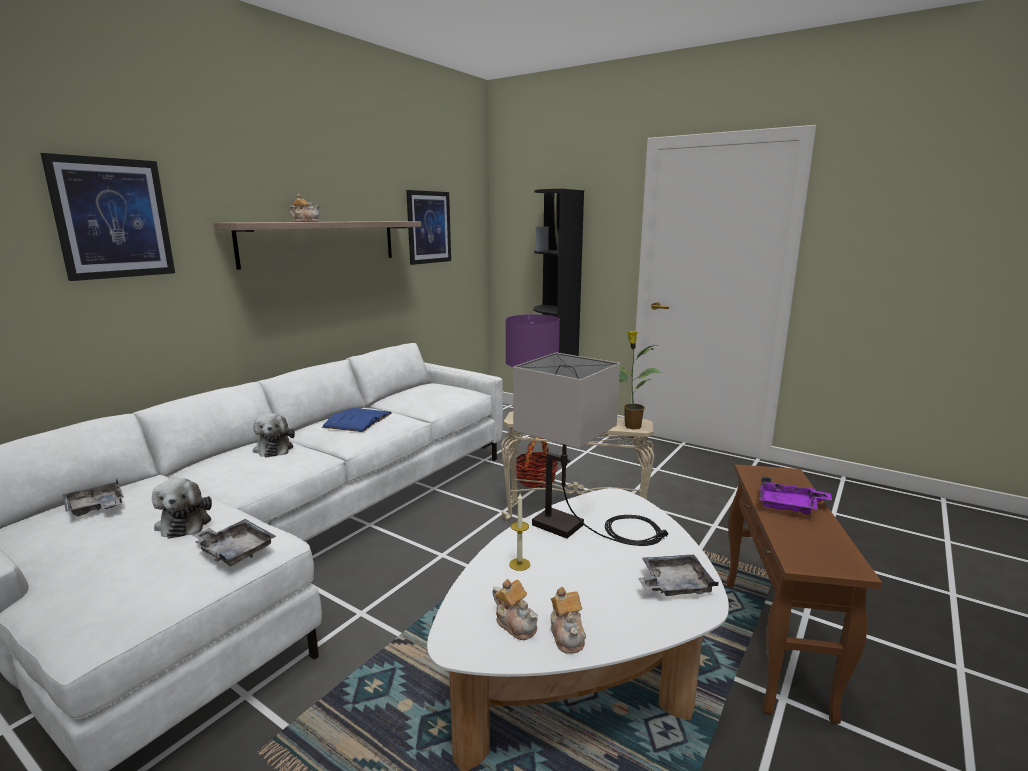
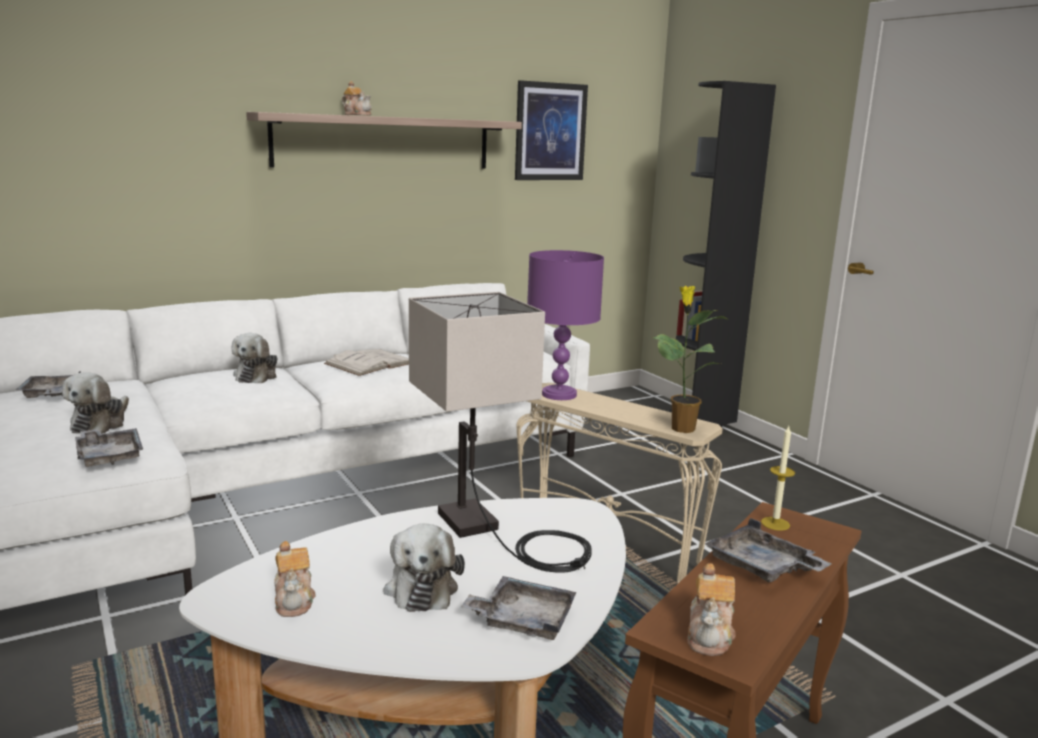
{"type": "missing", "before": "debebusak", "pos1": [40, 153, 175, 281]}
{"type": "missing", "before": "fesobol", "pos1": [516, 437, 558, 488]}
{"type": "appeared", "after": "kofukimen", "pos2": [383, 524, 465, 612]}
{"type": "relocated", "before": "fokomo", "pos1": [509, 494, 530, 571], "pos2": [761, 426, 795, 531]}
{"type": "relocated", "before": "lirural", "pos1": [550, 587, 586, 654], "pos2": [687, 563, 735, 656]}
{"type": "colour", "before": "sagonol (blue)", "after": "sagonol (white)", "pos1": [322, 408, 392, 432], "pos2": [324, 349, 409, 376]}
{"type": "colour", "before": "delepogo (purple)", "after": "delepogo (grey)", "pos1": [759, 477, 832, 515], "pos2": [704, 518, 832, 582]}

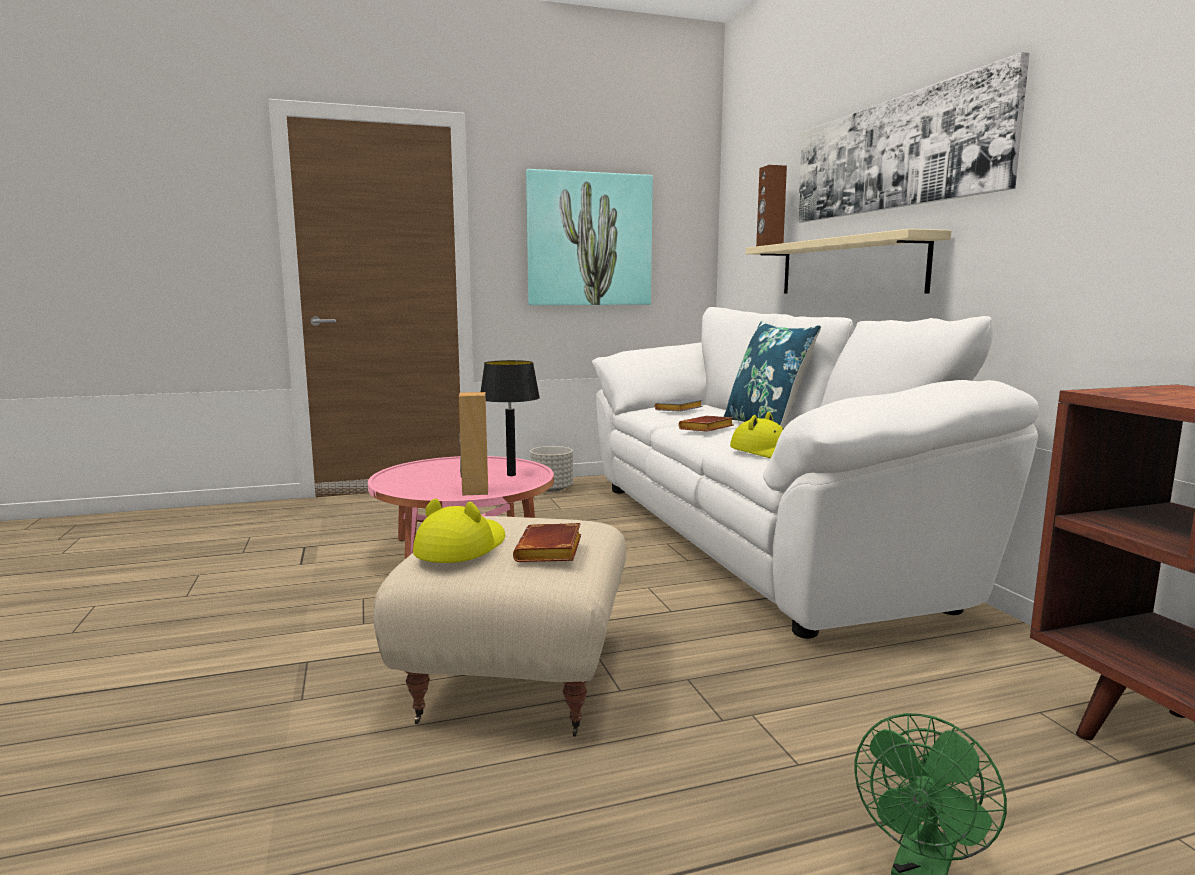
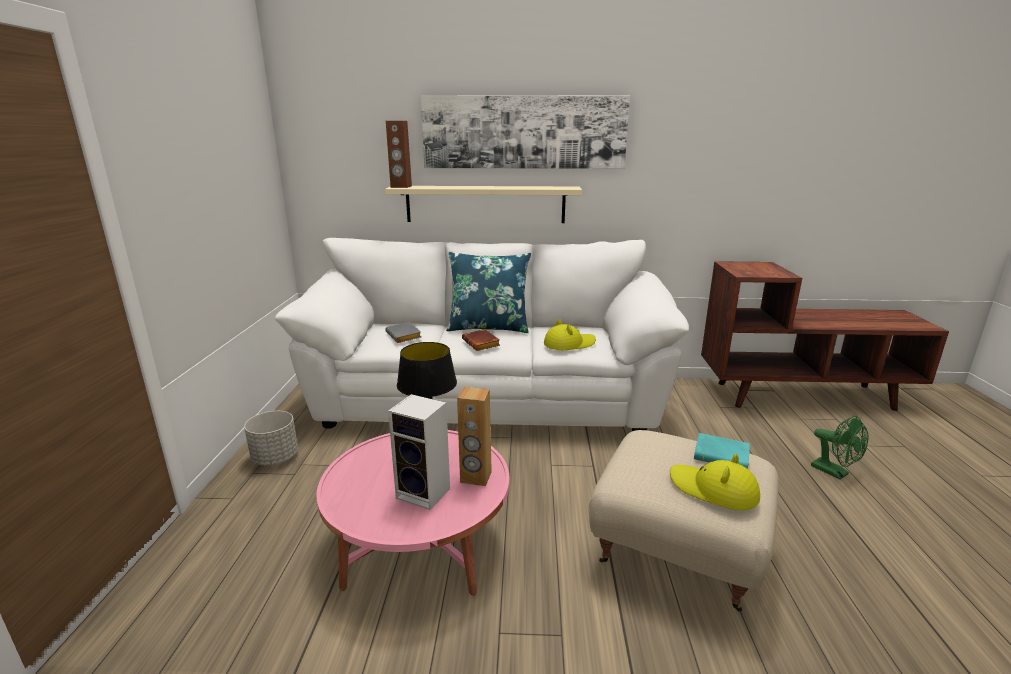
{"type": "missing", "before": "debebusak", "pos1": [526, 169, 653, 305]}
{"type": "appeared", "after": "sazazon", "pos2": [388, 394, 450, 510]}
{"type": "colour", "before": "sagonol (brown)", "after": "sagonol (turquoise)", "pos1": [513, 523, 581, 562], "pos2": [694, 433, 750, 469]}

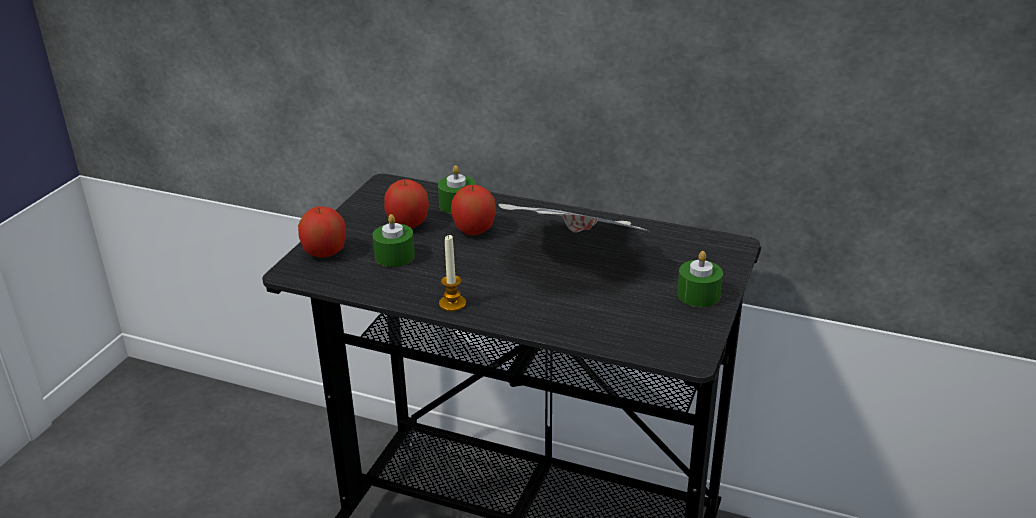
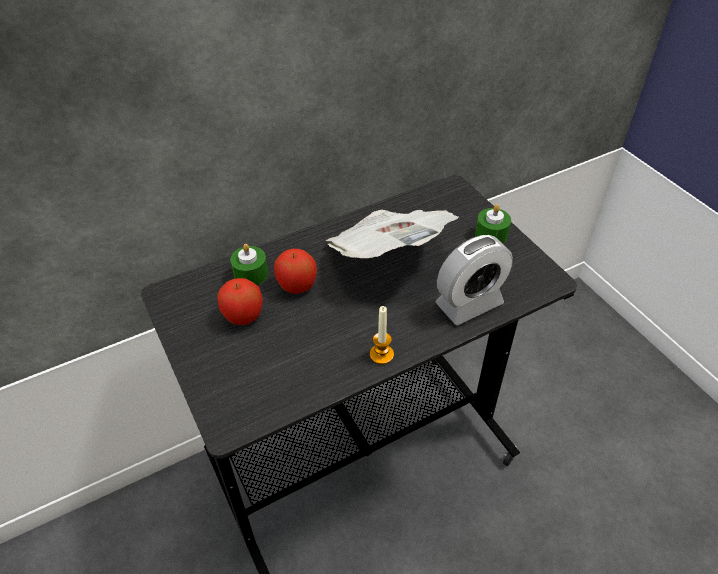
{"type": "missing", "before": "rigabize", "pos1": [298, 206, 346, 258]}
{"type": "missing", "before": "fokomo (green)", "pos1": [373, 214, 415, 267]}
{"type": "appeared", "after": "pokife", "pos2": [435, 235, 513, 325]}

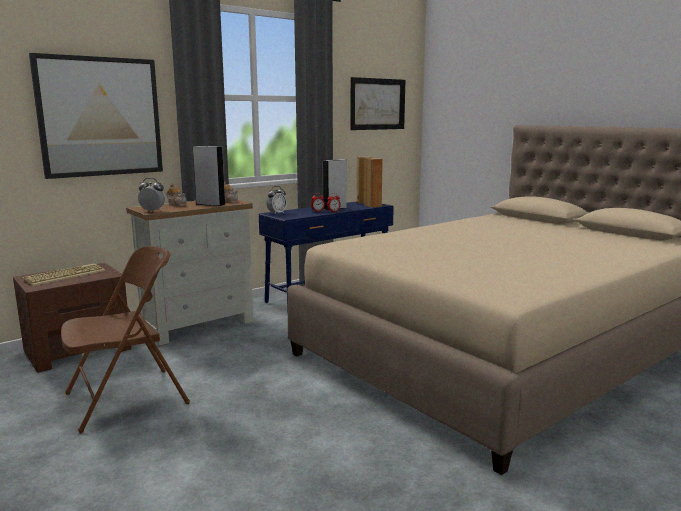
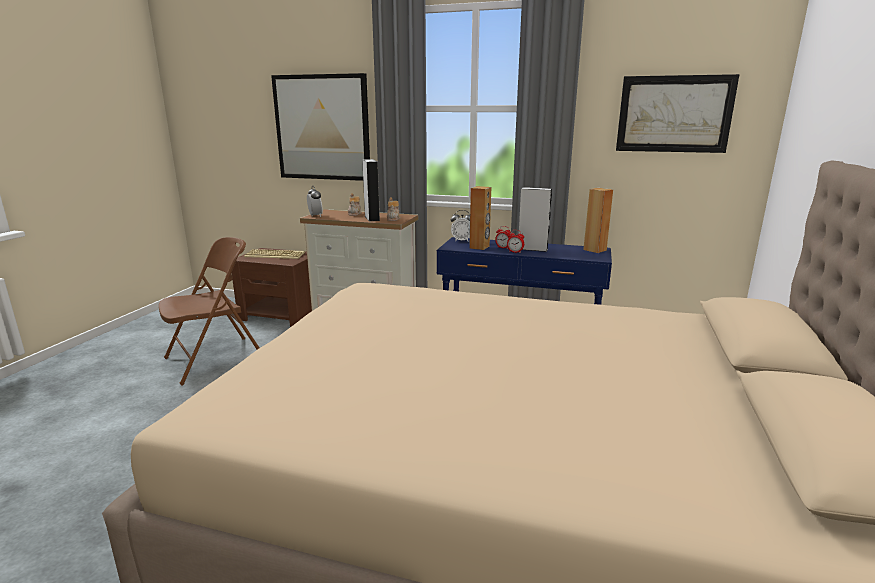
{"type": "relocated", "before": "sazazon (brown)", "pos1": [365, 158, 383, 207], "pos2": [469, 186, 491, 250]}
{"type": "spun", "before": "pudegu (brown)", "pos1": [61, 246, 190, 434], "pos2": [159, 237, 259, 386], "turn": -60}

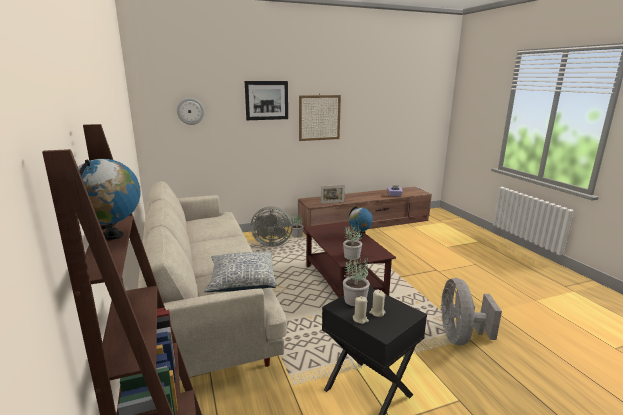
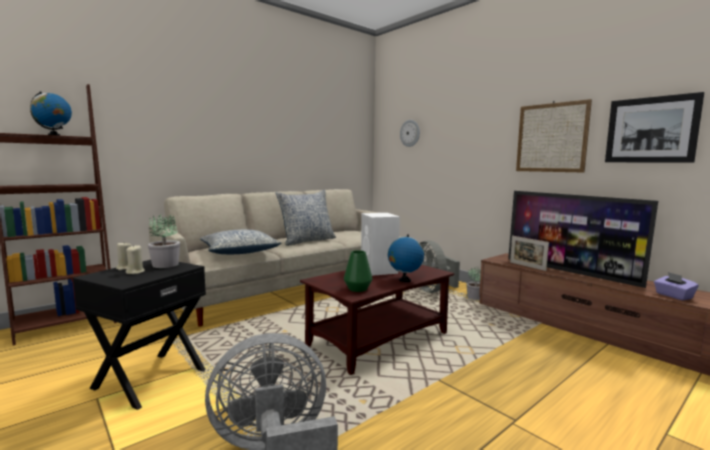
{"type": "missing", "before": "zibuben", "pos1": [343, 223, 362, 260]}
{"type": "appeared", "after": "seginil", "pos2": [275, 190, 336, 246]}
{"type": "appeared", "after": "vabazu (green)", "pos2": [344, 250, 373, 292]}
{"type": "appeared", "after": "sazazon (white)", "pos2": [361, 213, 400, 276]}
{"type": "appeared", "after": "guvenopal", "pos2": [508, 191, 658, 288]}
{"type": "relocated", "before": "debebusak", "pos1": [245, 81, 288, 120], "pos2": [605, 92, 704, 163]}

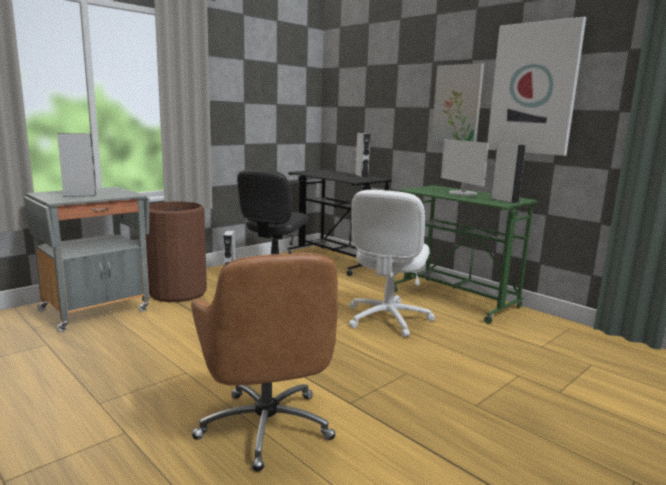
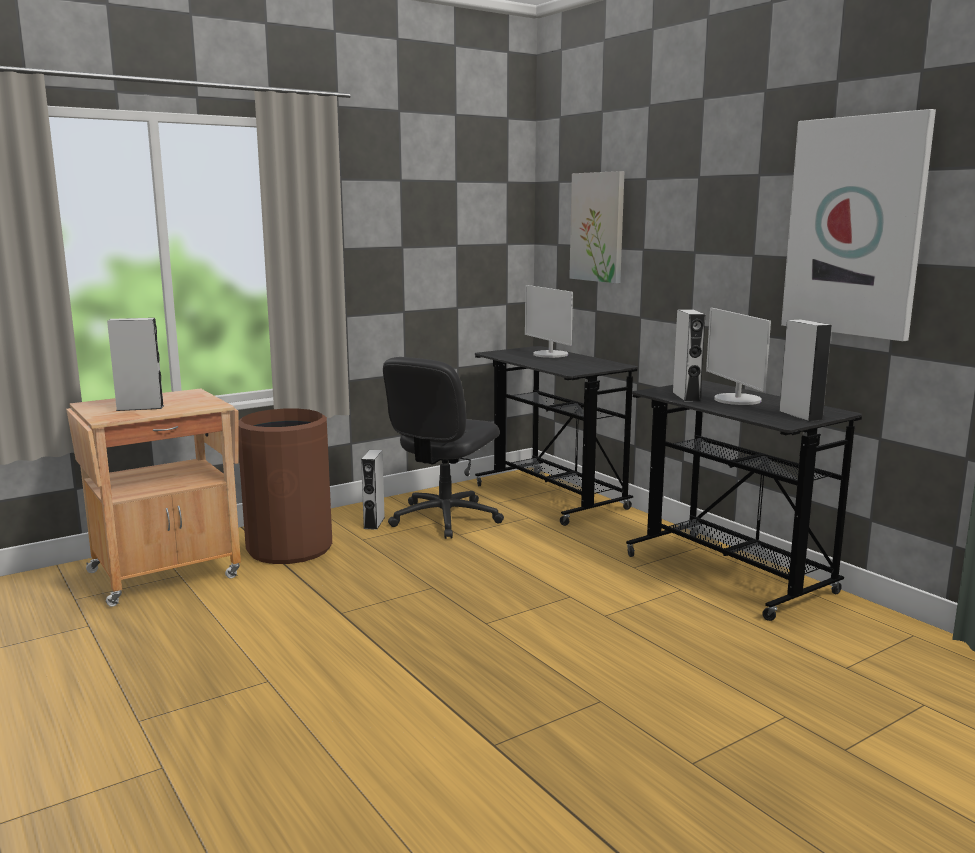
{"type": "missing", "before": "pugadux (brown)", "pos1": [191, 253, 338, 472]}
{"type": "missing", "before": "pugadux (white)", "pos1": [349, 190, 435, 337]}
{"type": "appeared", "after": "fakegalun", "pos2": [525, 285, 573, 358]}
{"type": "relocated", "before": "sazazon (grey)", "pos1": [355, 133, 371, 177], "pos2": [673, 309, 705, 402]}
{"type": "relocated", "before": "debebusak", "pos1": [431, 63, 484, 142], "pos2": [569, 171, 625, 283]}
{"type": "colour", "before": "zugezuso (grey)", "after": "zugezuso (brown)", "pos1": [23, 187, 150, 332], "pos2": [66, 389, 241, 607]}
{"type": "colour", "before": "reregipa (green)", "after": "reregipa (black)", "pos1": [394, 185, 537, 324], "pos2": [626, 380, 862, 621]}

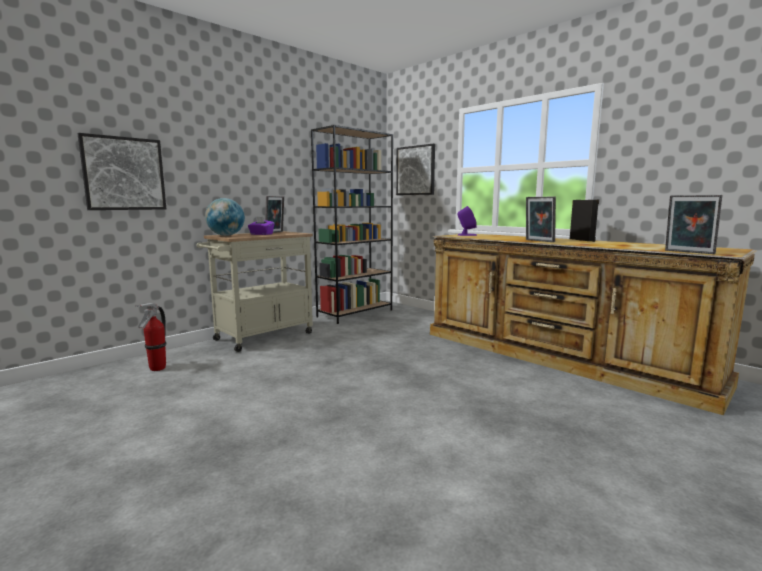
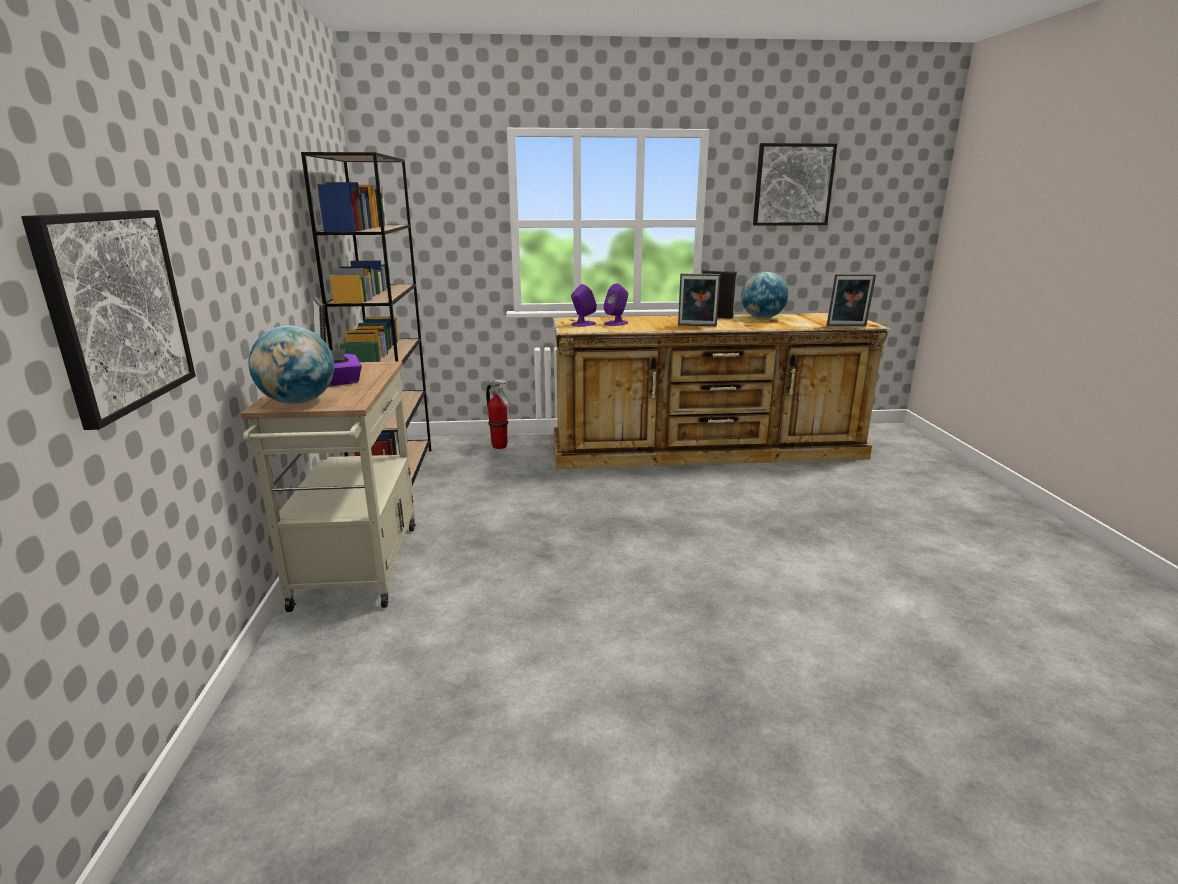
{"type": "appeared", "after": "sazazon (purple)", "pos2": [604, 284, 628, 326]}
{"type": "appeared", "after": "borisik", "pos2": [741, 272, 788, 319]}
{"type": "relocated", "before": "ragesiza", "pos1": [135, 303, 167, 371], "pos2": [486, 380, 510, 449]}
{"type": "relocated", "before": "debebusak", "pos1": [396, 144, 435, 195], "pos2": [753, 143, 837, 226]}

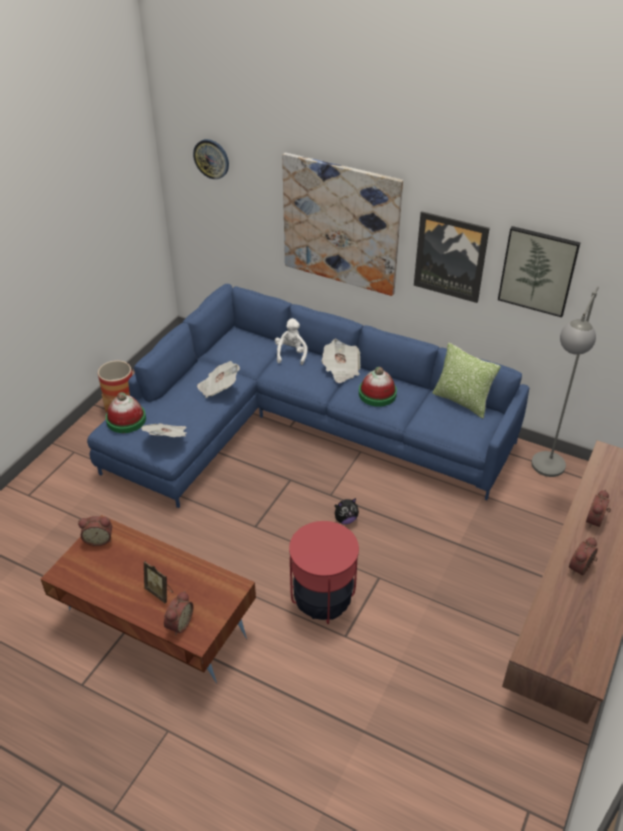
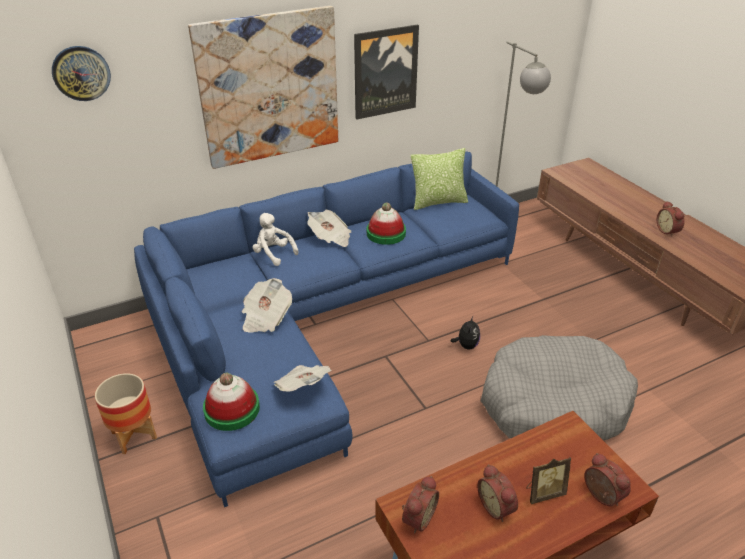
{"type": "missing", "before": "debebusak", "pos1": [498, 226, 581, 318]}
{"type": "relocated", "before": "pokife", "pos1": [586, 490, 611, 528], "pos2": [477, 464, 518, 522]}
{"type": "exchanged", "before": "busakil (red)", "after": "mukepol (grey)", "pos1": [289, 521, 359, 624], "pos2": [481, 335, 638, 441]}

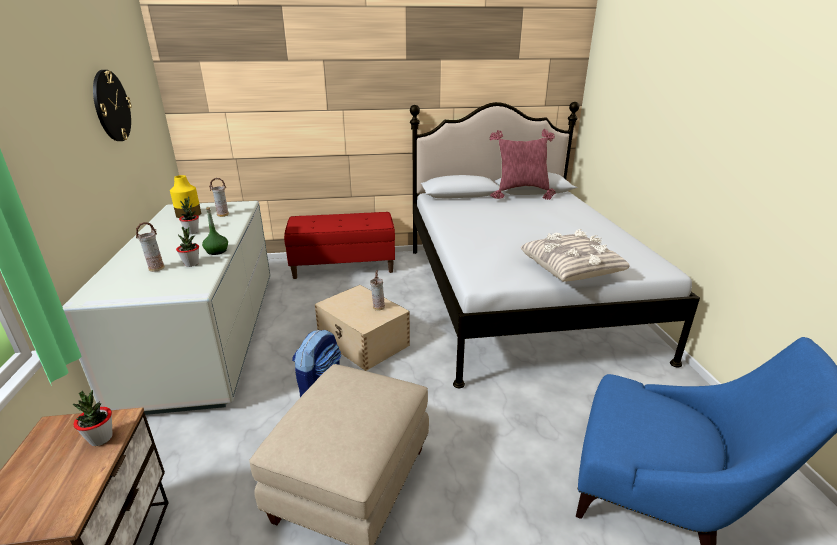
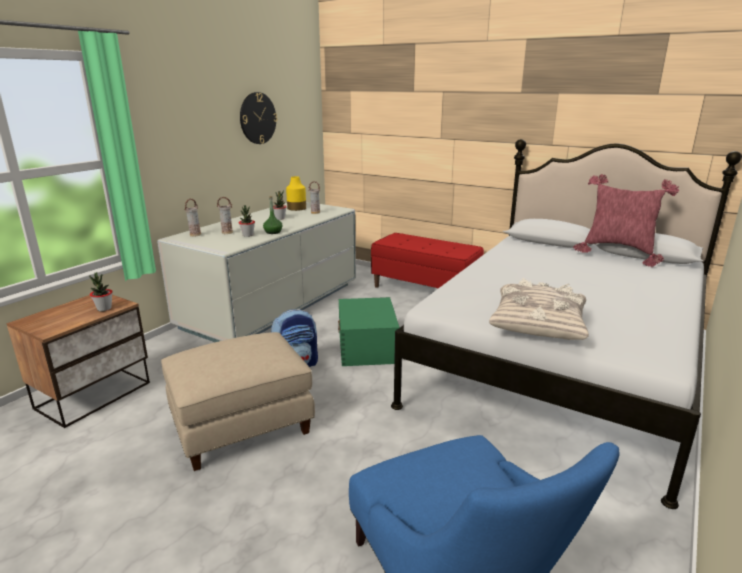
{"type": "relocated", "before": "vabazu", "pos1": [370, 270, 385, 311], "pos2": [185, 199, 201, 237]}
{"type": "colour", "before": "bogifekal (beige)", "after": "bogifekal (green)", "pos1": [315, 285, 410, 371], "pos2": [338, 297, 400, 366]}

